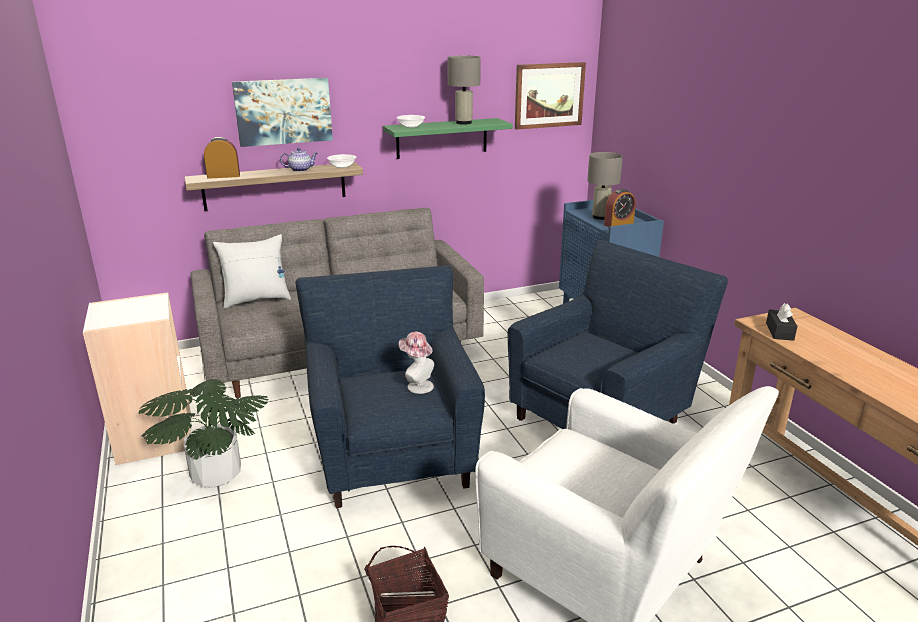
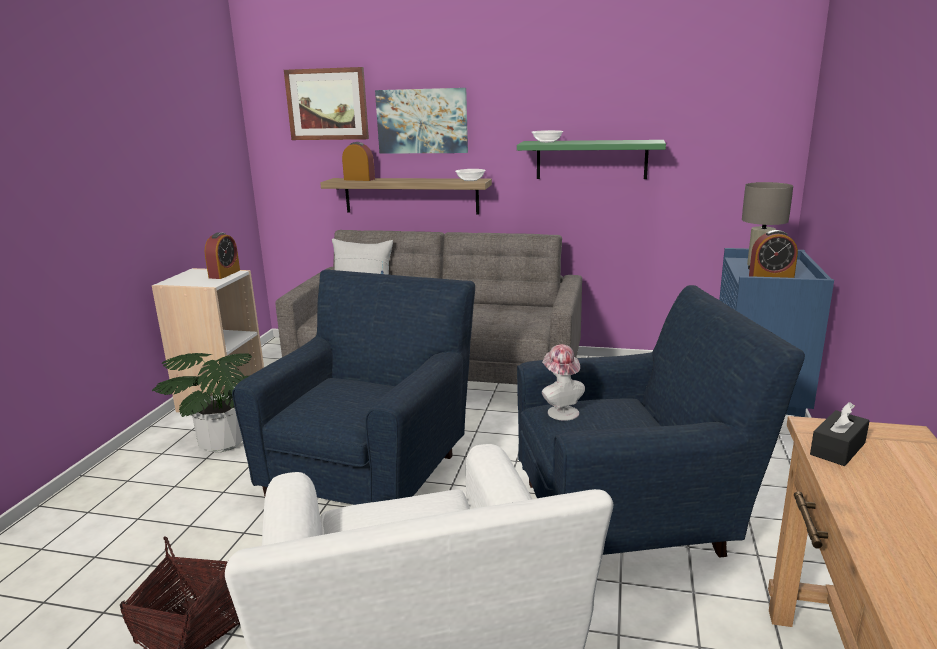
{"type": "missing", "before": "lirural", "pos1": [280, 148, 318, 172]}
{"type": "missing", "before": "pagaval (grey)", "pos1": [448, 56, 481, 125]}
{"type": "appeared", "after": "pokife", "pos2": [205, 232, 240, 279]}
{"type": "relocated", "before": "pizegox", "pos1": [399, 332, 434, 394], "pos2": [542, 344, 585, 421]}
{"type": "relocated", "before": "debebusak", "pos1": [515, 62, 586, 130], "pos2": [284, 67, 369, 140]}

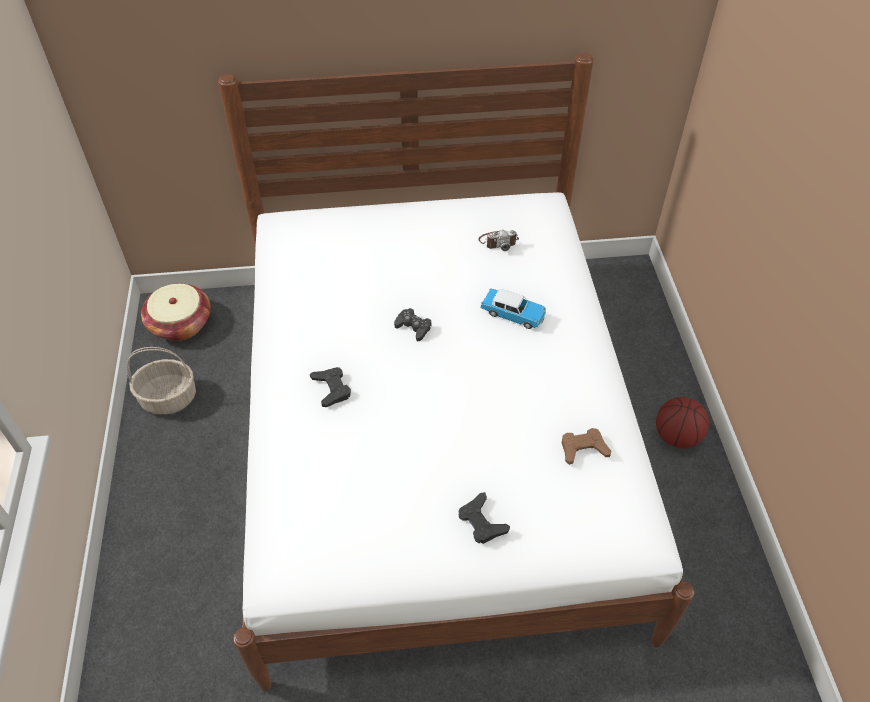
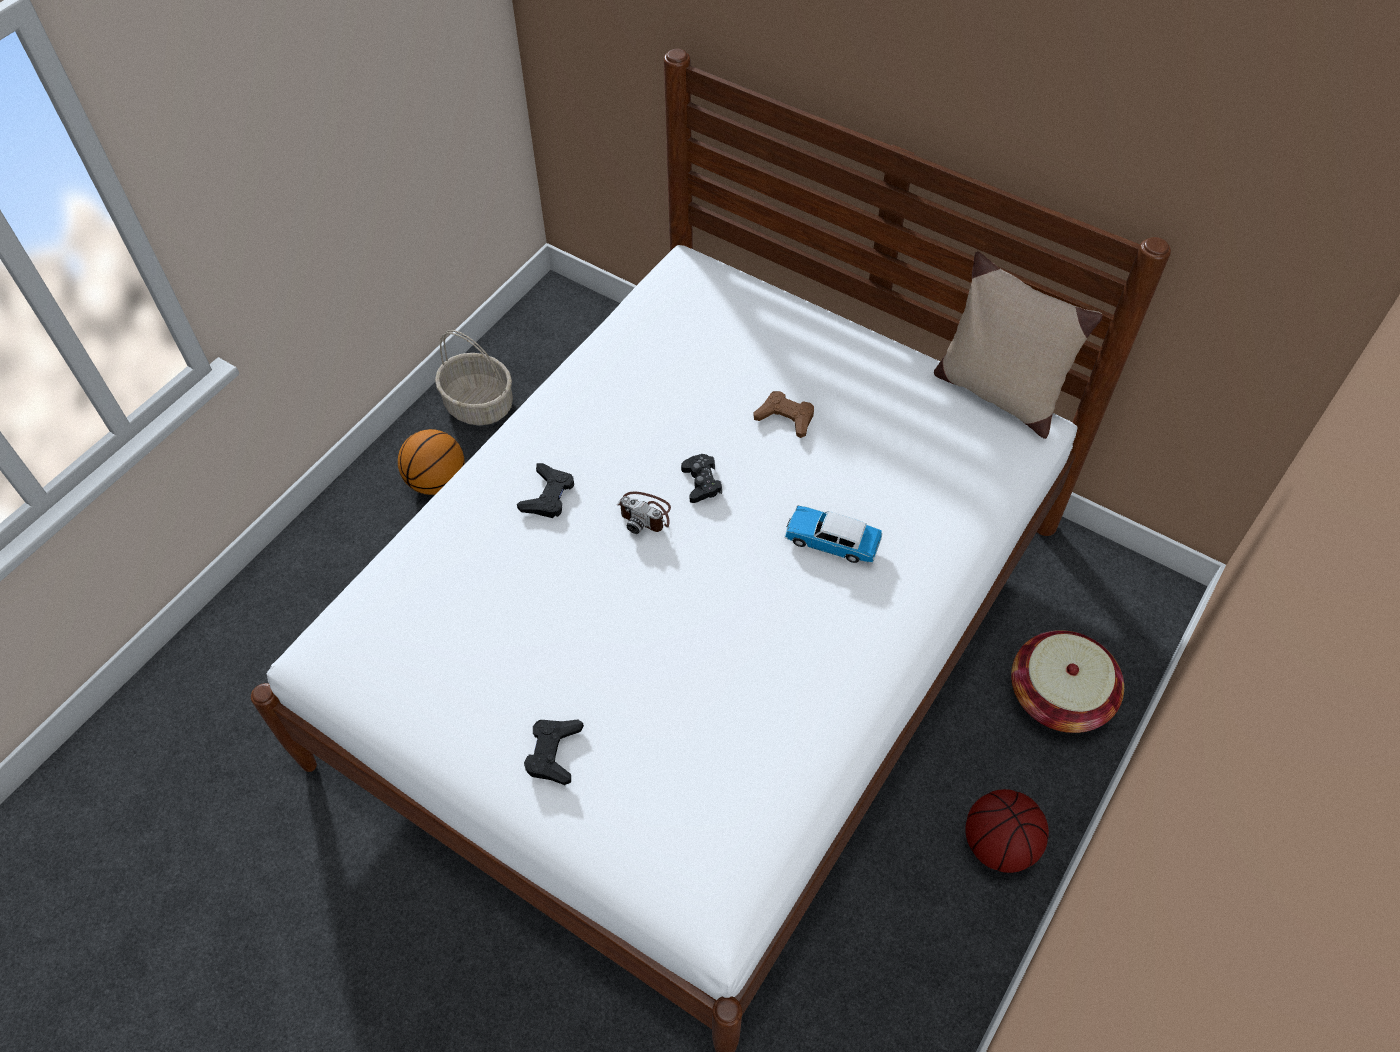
{"type": "appeared", "after": "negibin", "pos2": [398, 429, 465, 495]}
{"type": "appeared", "after": "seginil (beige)", "pos2": [934, 252, 1103, 439]}
{"type": "relocated", "before": "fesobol", "pos1": [141, 284, 211, 341], "pos2": [1011, 630, 1124, 733]}
{"type": "relocated", "before": "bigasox", "pos1": [478, 230, 519, 251], "pos2": [617, 492, 671, 534]}
{"type": "relocated", "before": "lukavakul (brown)", "pos1": [562, 428, 611, 465], "pos2": [754, 391, 814, 438]}
{"type": "spun", "before": "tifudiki", "pos1": [480, 289, 546, 329], "pos2": [784, 506, 882, 563], "turn": 135}

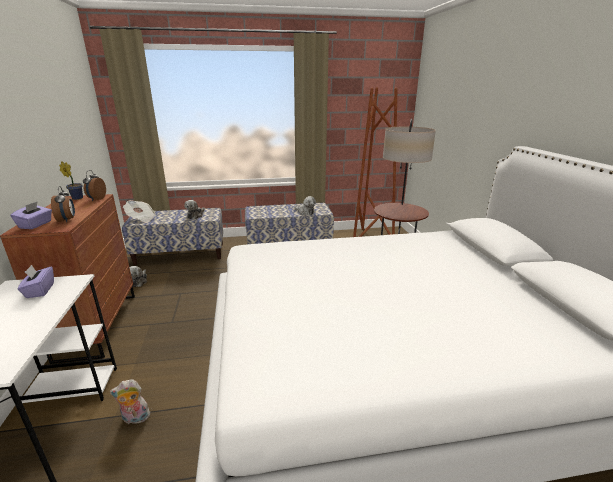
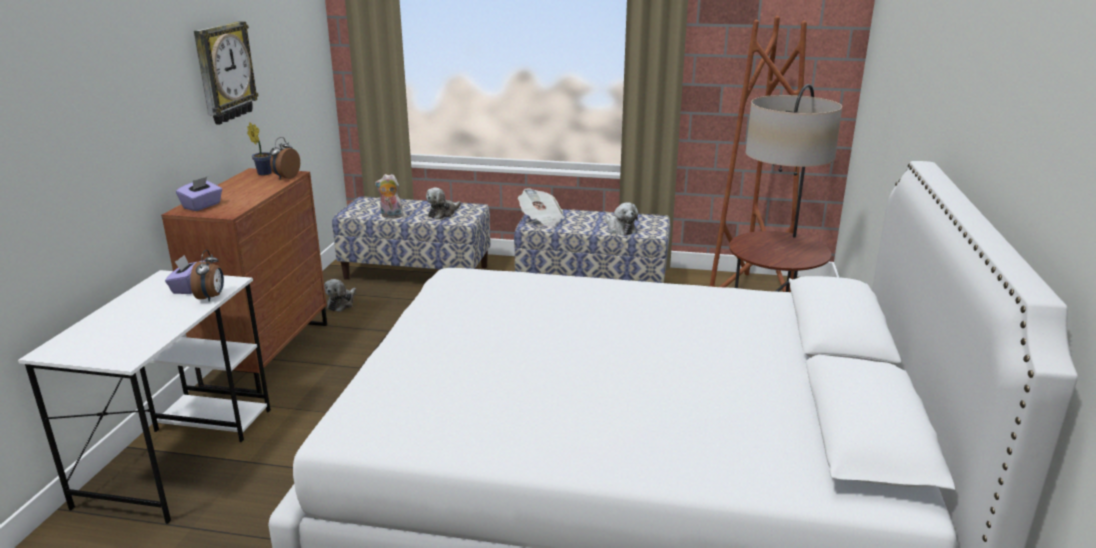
{"type": "appeared", "after": "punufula", "pos2": [194, 21, 259, 125]}
{"type": "relocated", "before": "pokife", "pos1": [51, 186, 75, 222], "pos2": [190, 250, 224, 302]}
{"type": "relocated", "before": "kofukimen", "pos1": [110, 379, 150, 424], "pos2": [375, 174, 403, 218]}
{"type": "relocated", "before": "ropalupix", "pos1": [123, 200, 156, 223], "pos2": [518, 188, 565, 228]}

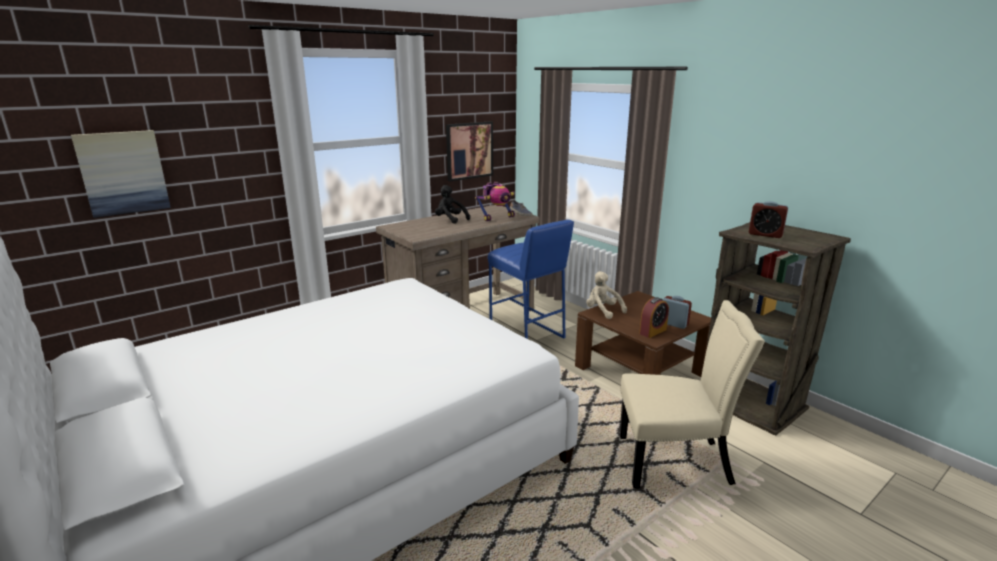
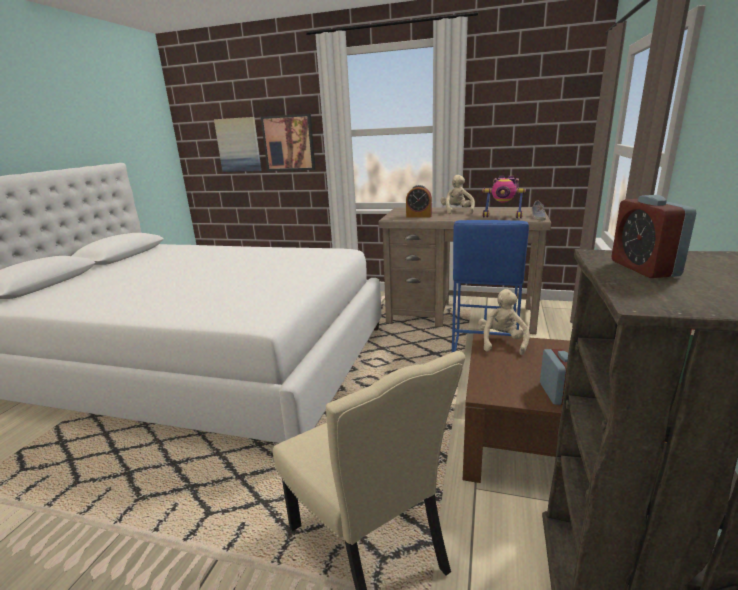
{"type": "relocated", "before": "debebusak", "pos1": [446, 121, 493, 181], "pos2": [261, 114, 316, 171]}
{"type": "relocated", "before": "pokife", "pos1": [639, 297, 669, 338], "pos2": [406, 185, 432, 218]}
{"type": "colour", "before": "kofukimen (black)", "after": "kofukimen (beige)", "pos1": [435, 185, 470, 224], "pos2": [440, 175, 475, 214]}

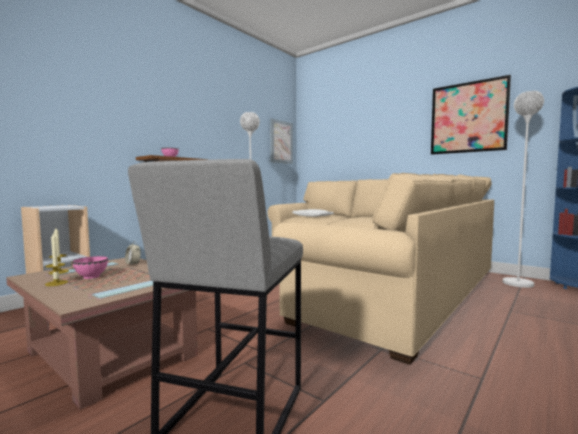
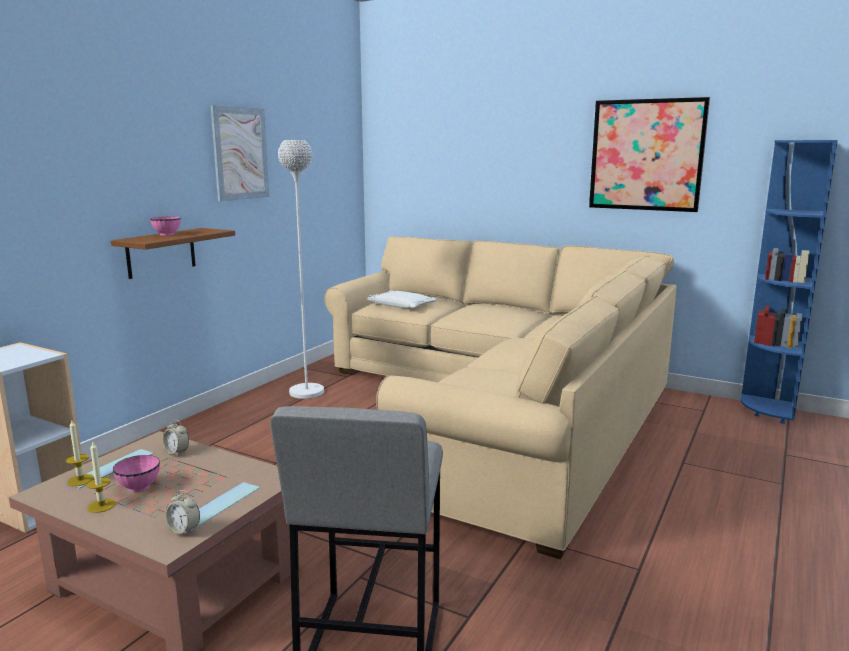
{"type": "missing", "before": "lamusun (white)", "pos1": [502, 91, 544, 288]}
{"type": "appeared", "after": "pokife", "pos2": [165, 490, 200, 536]}
{"type": "relocated", "before": "debebusak", "pos1": [270, 118, 293, 164], "pos2": [210, 105, 269, 202]}

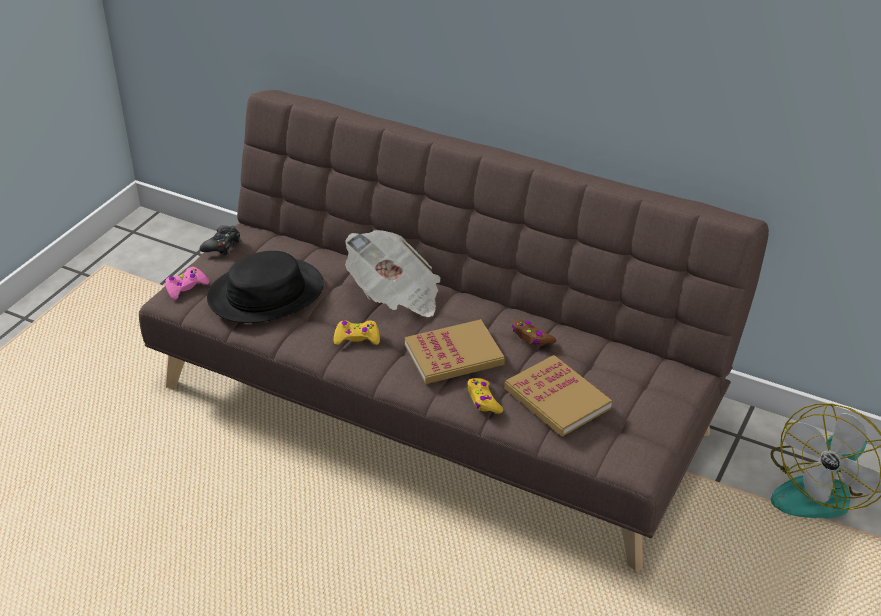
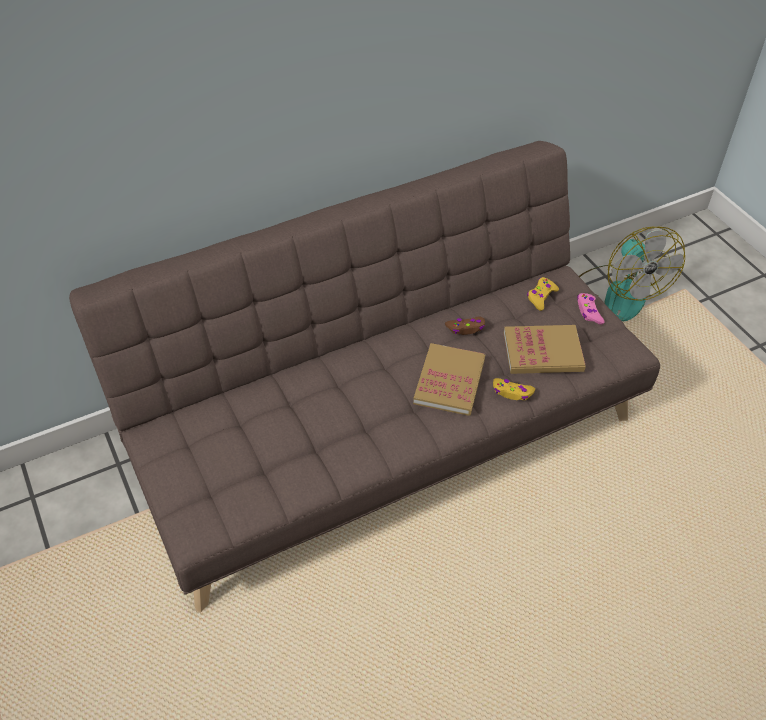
{"type": "missing", "before": "lukavakul (black)", "pos1": [200, 225, 241, 255]}
{"type": "missing", "before": "pizegox (black)", "pos1": [207, 251, 324, 323]}
{"type": "missing", "before": "ropalupix", "pos1": [345, 230, 440, 317]}
{"type": "relocated", "before": "lukavakul (pink)", "pos1": [165, 267, 209, 300], "pos2": [577, 293, 604, 324]}
{"type": "relocated", "before": "lukavakul (yellow)", "pos1": [334, 320, 380, 345], "pos2": [527, 277, 559, 311]}

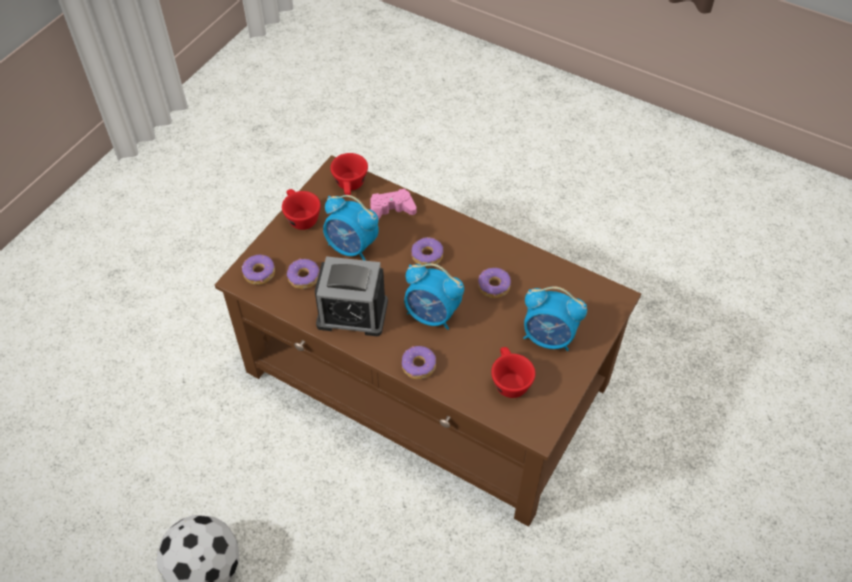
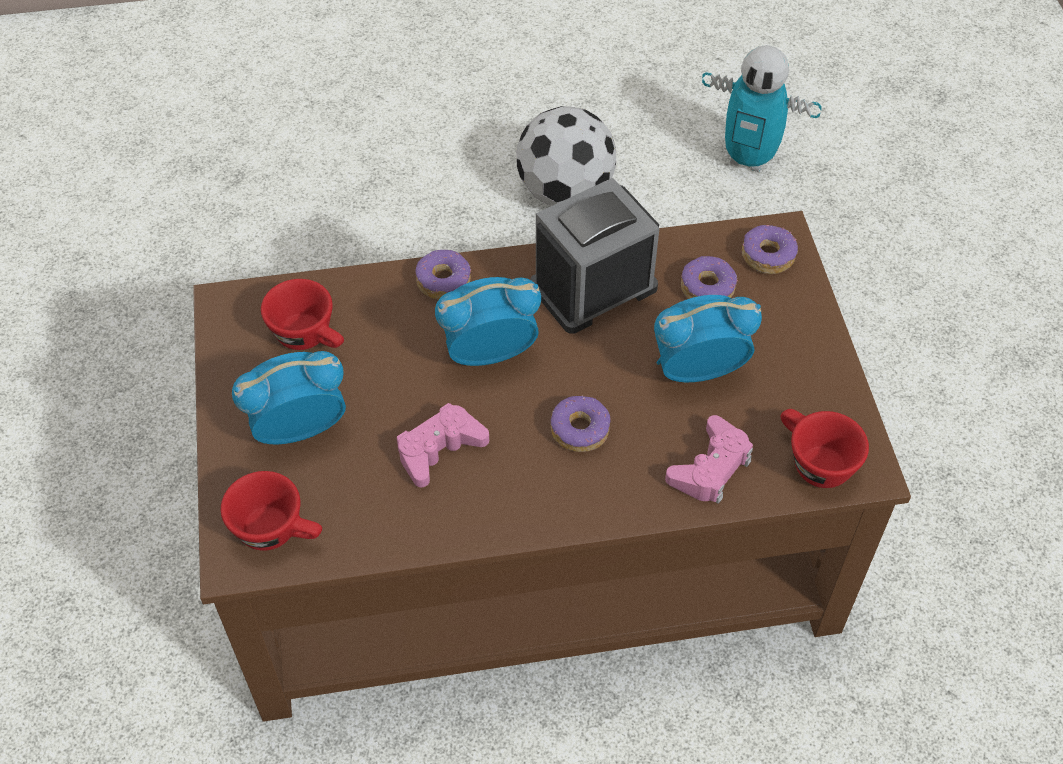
{"type": "appeared", "after": "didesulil", "pos2": [702, 45, 822, 172]}
{"type": "relocated", "before": "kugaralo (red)", "pos1": [282, 189, 321, 230], "pos2": [221, 471, 322, 551]}
{"type": "exchanged", "before": "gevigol", "after": "lukavakul (pink)", "pos1": [478, 268, 511, 298], "pos2": [397, 403, 489, 487]}

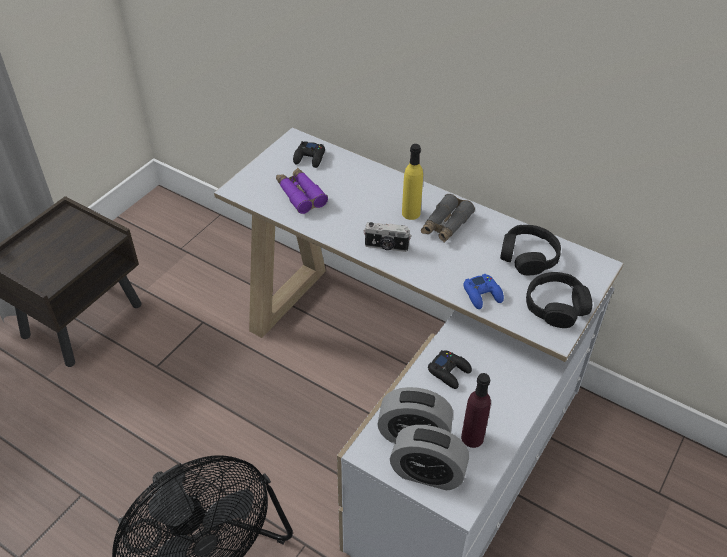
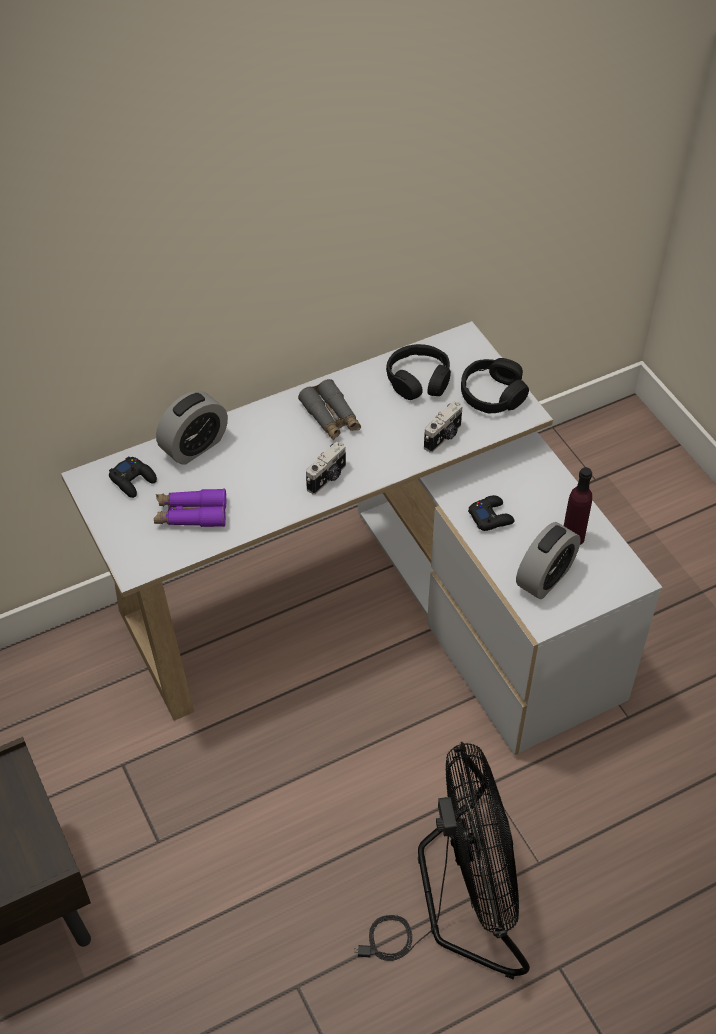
{"type": "missing", "before": "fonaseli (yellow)", "pos1": [402, 144, 423, 220]}
{"type": "relocated", "before": "pokife", "pos1": [390, 425, 469, 490], "pos2": [156, 391, 228, 465]}
{"type": "exchanged", "before": "lukavakul (blue)", "after": "bigasox", "pos1": [464, 274, 504, 309], "pos2": [424, 401, 463, 453]}

